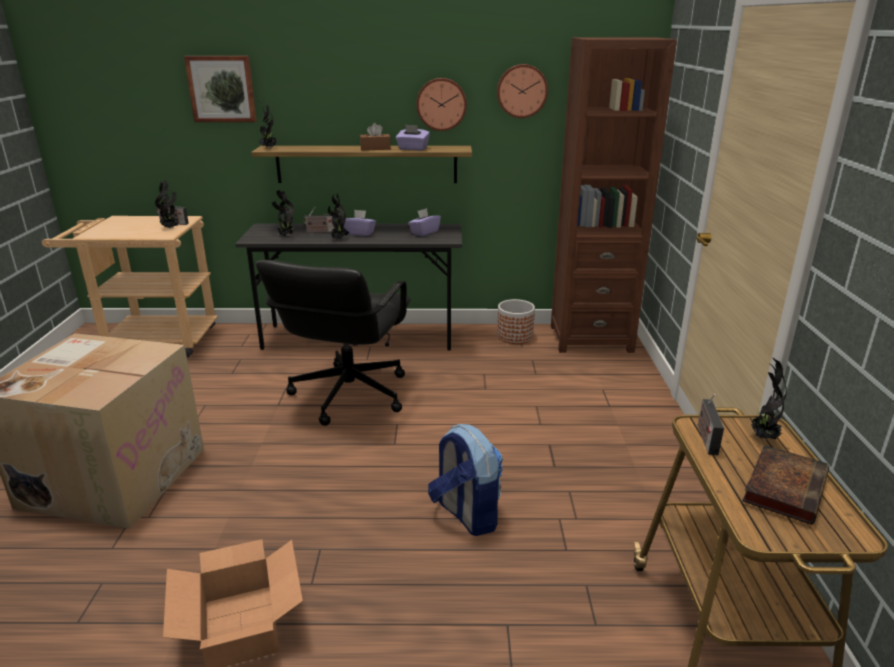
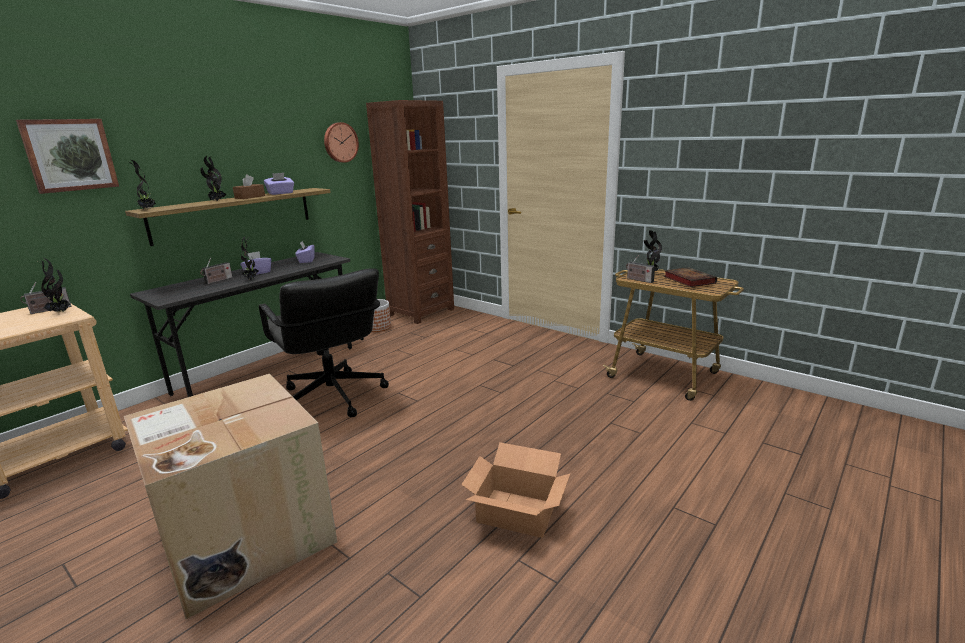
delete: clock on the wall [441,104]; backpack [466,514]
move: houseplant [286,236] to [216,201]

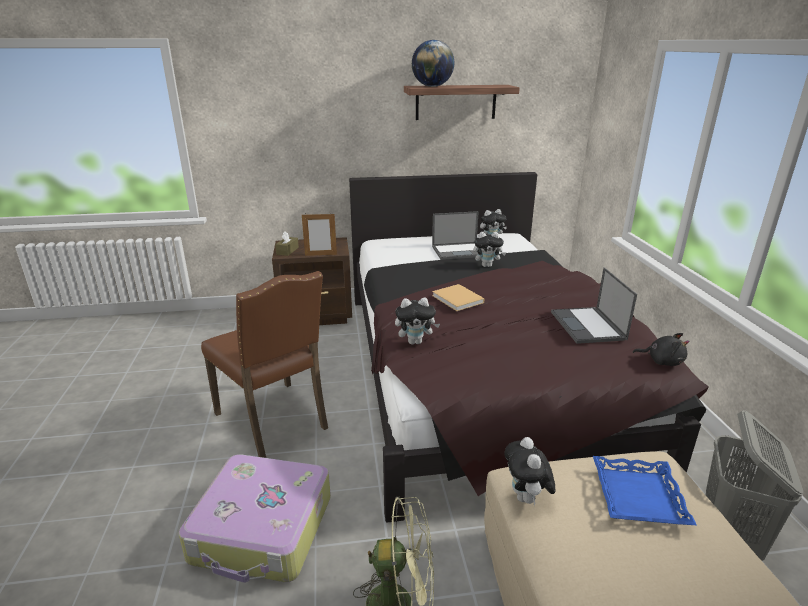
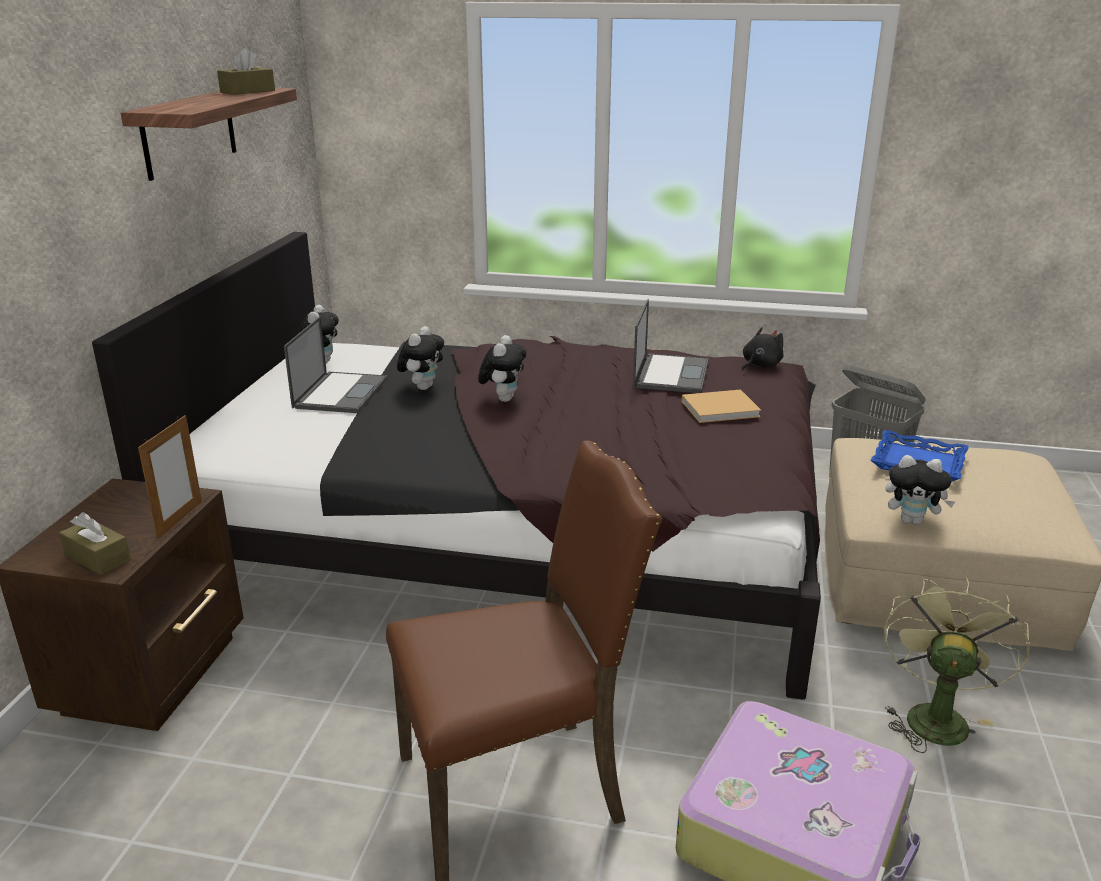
delete: globe [432,86]
insert: box of tissues (brownish) [247,91]
move: cuddly toy [415,342] to [503,398]; bound book (beige) [458,299] to [722,409]
rotate: portable computer [588,326] = [671,374] 90 degrees counterclockwise

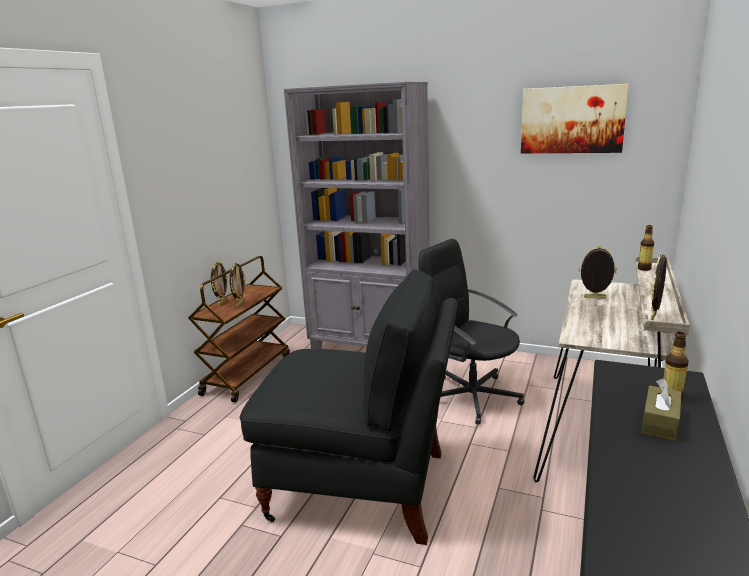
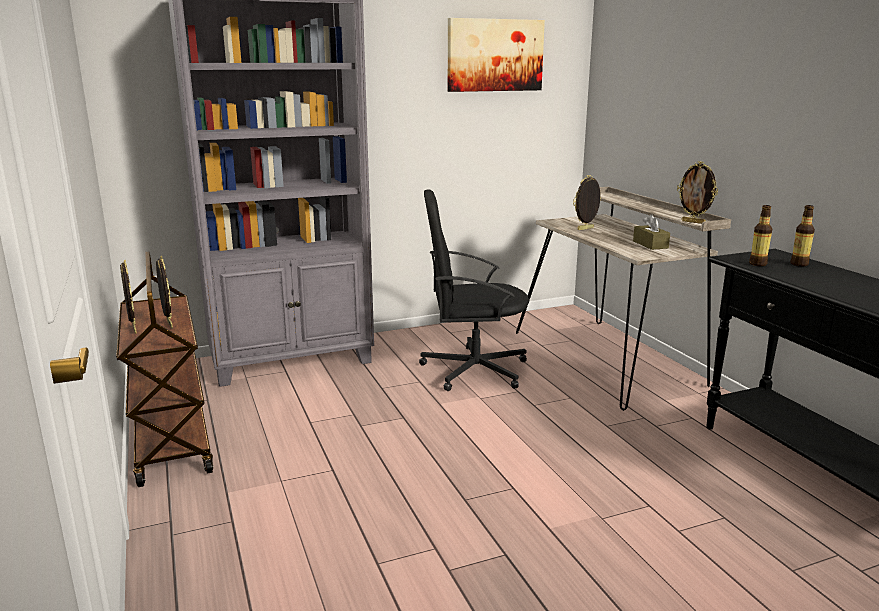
delete: chair (black-coloured) [362,486]
move: beverage bottle [644,269] to [757,264]; box of tissues (brownish) [660,422] to [650,244]
rotate: standing frame [654,317] = [693,222] 45 degrees counterclockwise

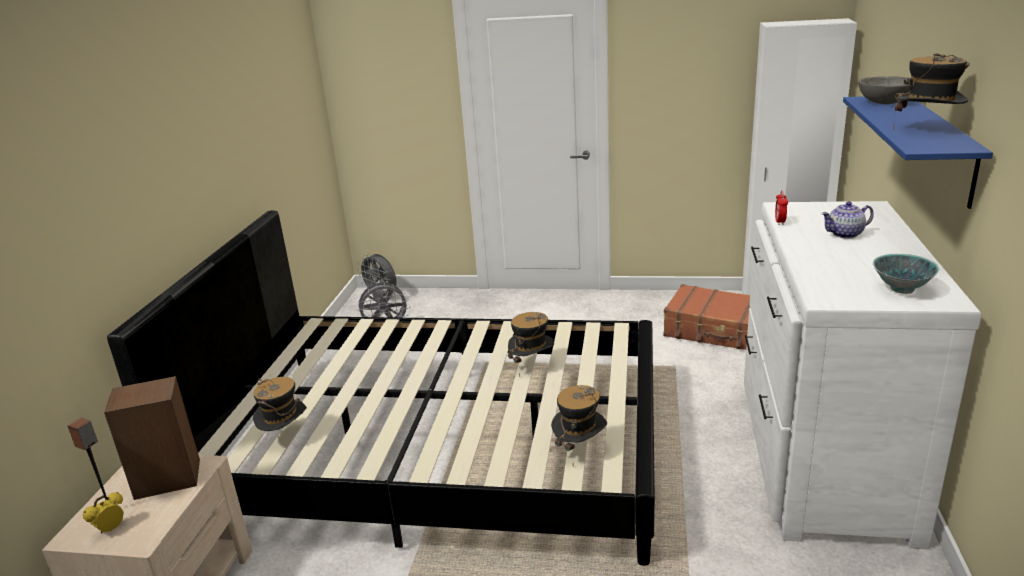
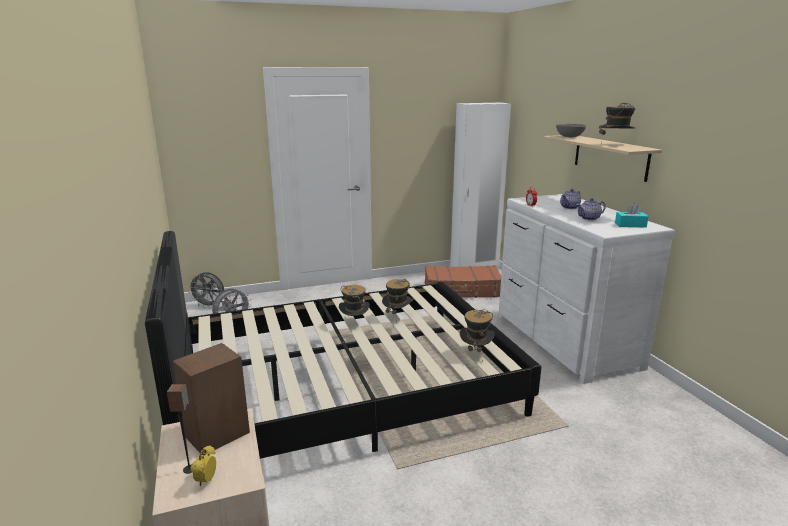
insert: teapot [589,218]
move: clothing hat [285,437] to [354,323]
replace: serving bowl [901,289] to box of tissues (turquoise-coloured) [630,225]
recolor: wall shelf (blue) [940,148] to wall shelf (beige) [610,157]

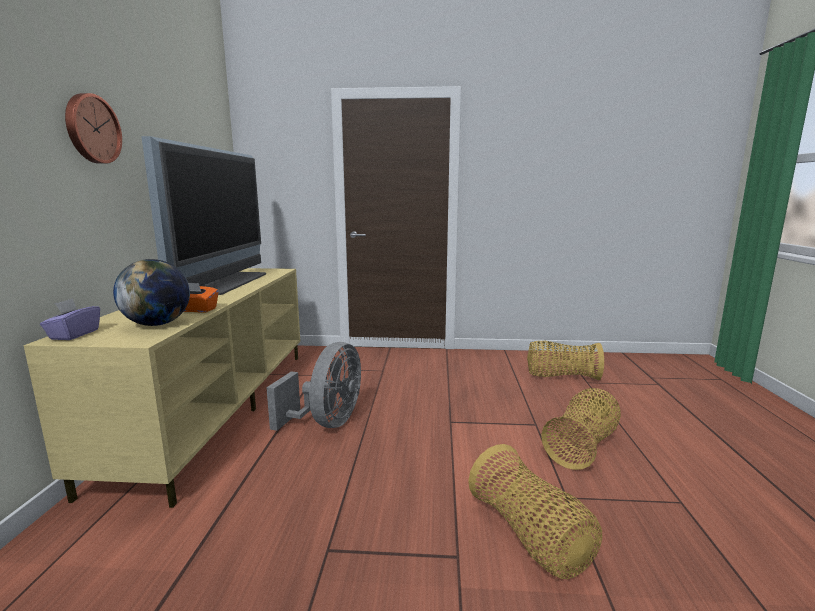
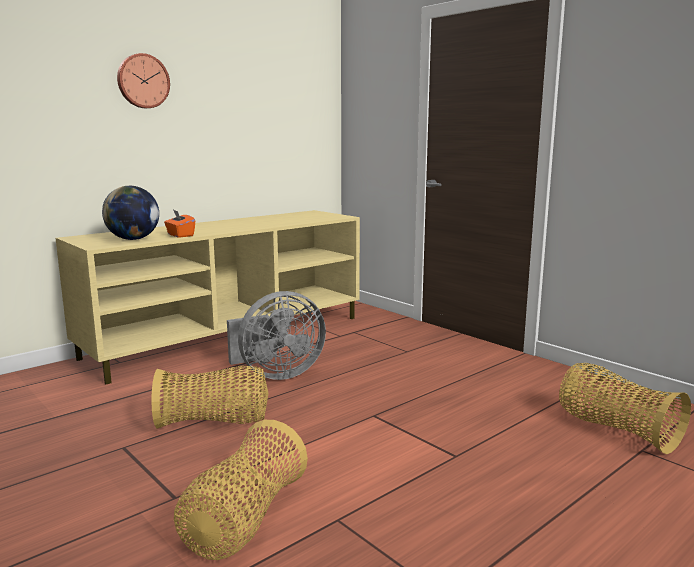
delete: box of tissues (purple) [74,334]; TV [225,283]
move: basket [582,446] to [214,422]

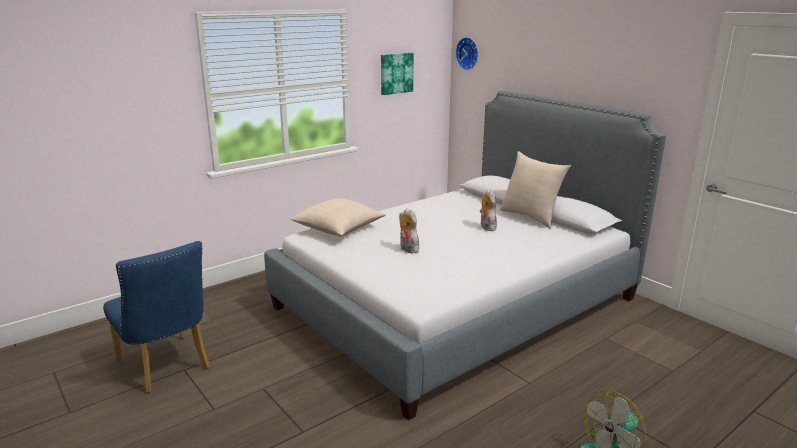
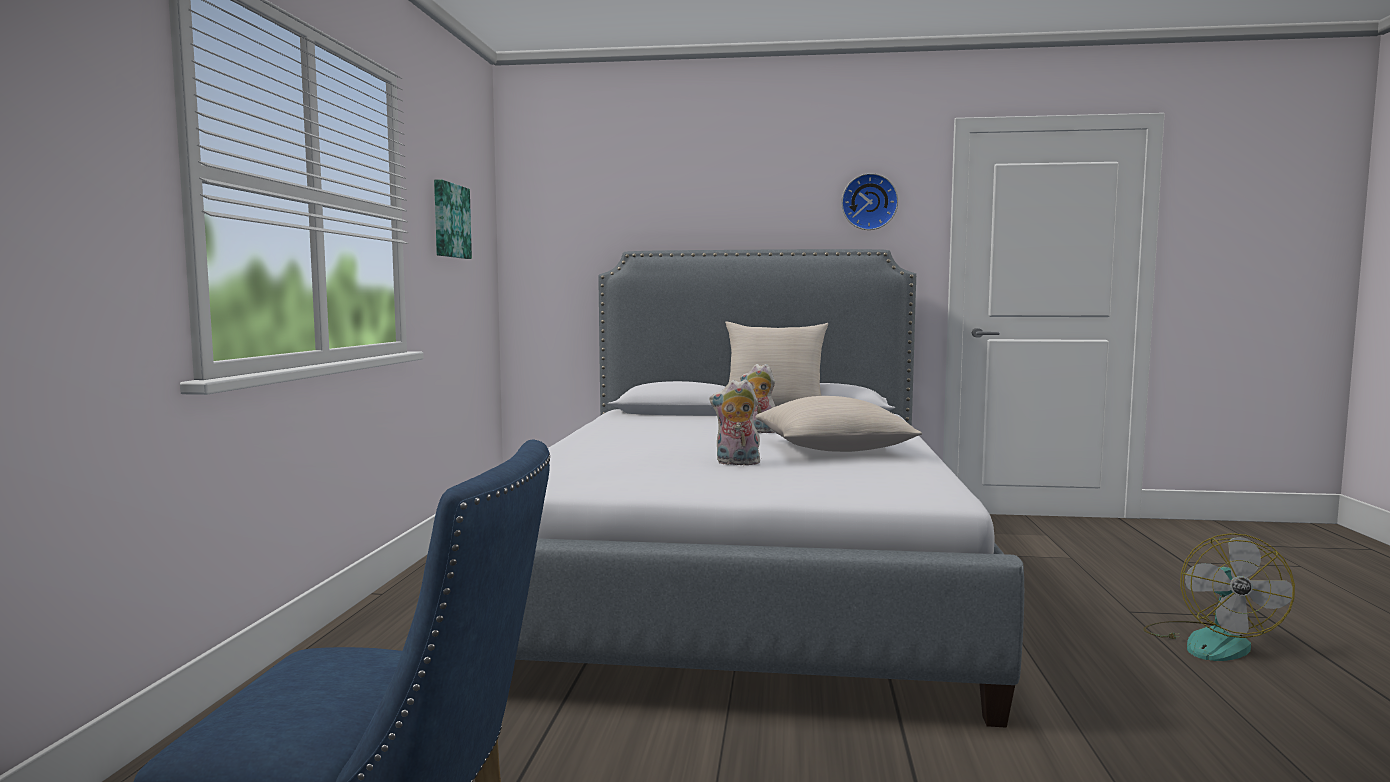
move: pillow (beige) [338,229] to [832,449]; clock on the wall [468,53] to [869,202]

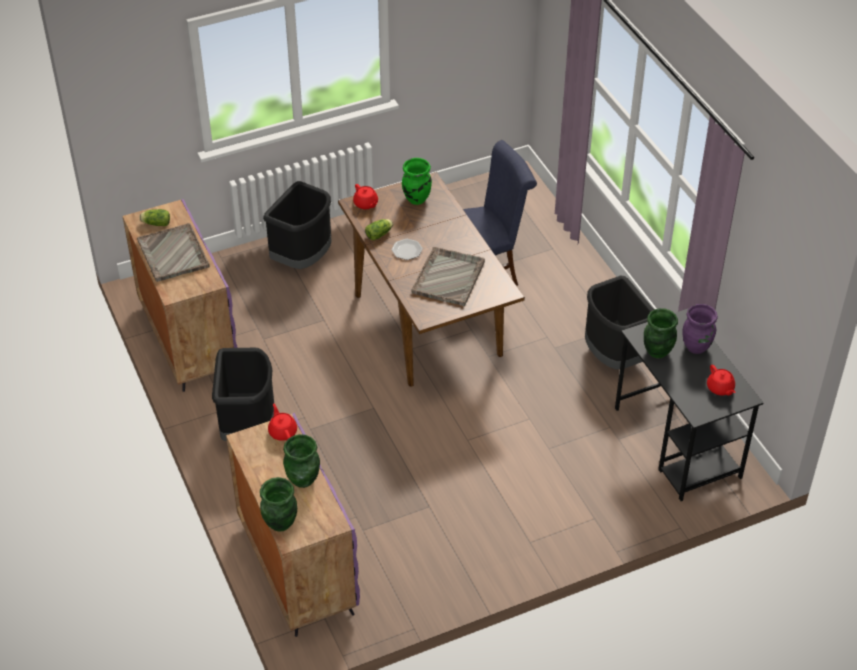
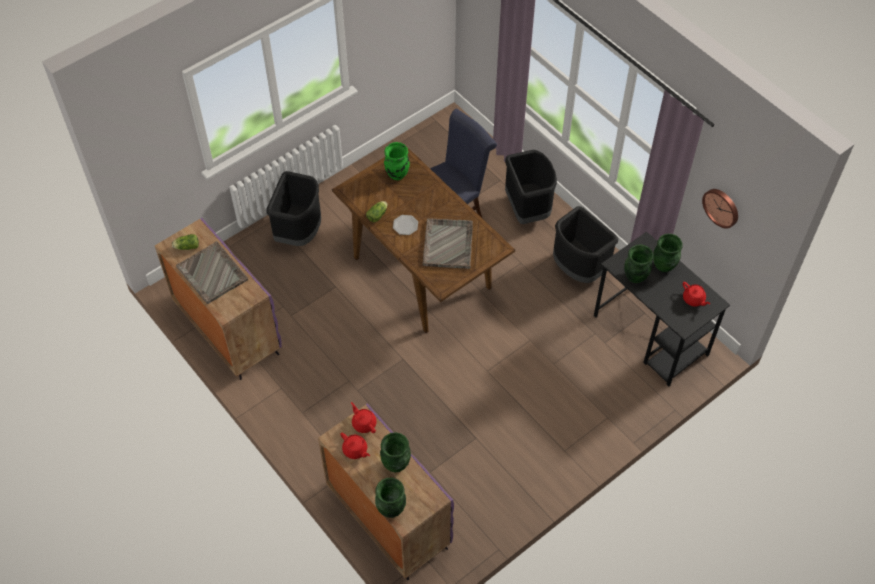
insert: clock on the wall [721,207]
move: waste bin (black-coloured) [248,426] to [527,209]; teapot (red) [366,204] to [355,450]
recolor: flower vase (purple) [696,347] to flower vase (greenish) [664,265]

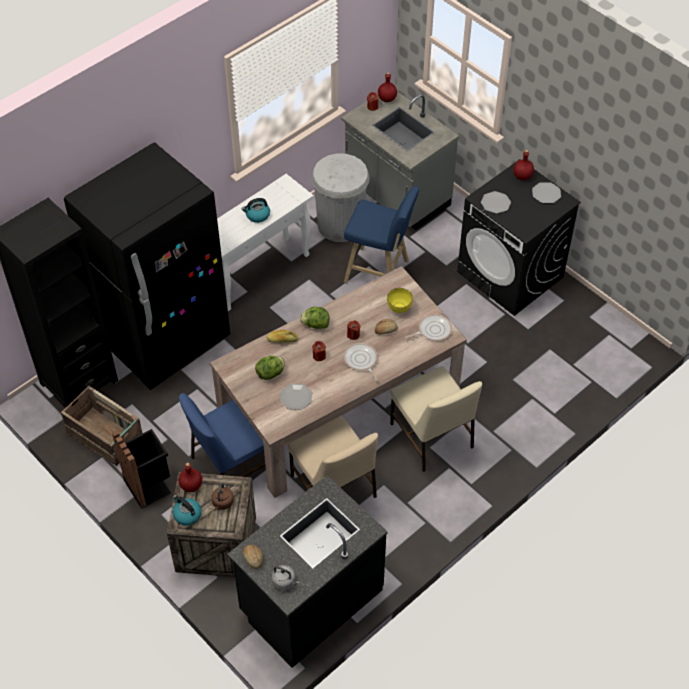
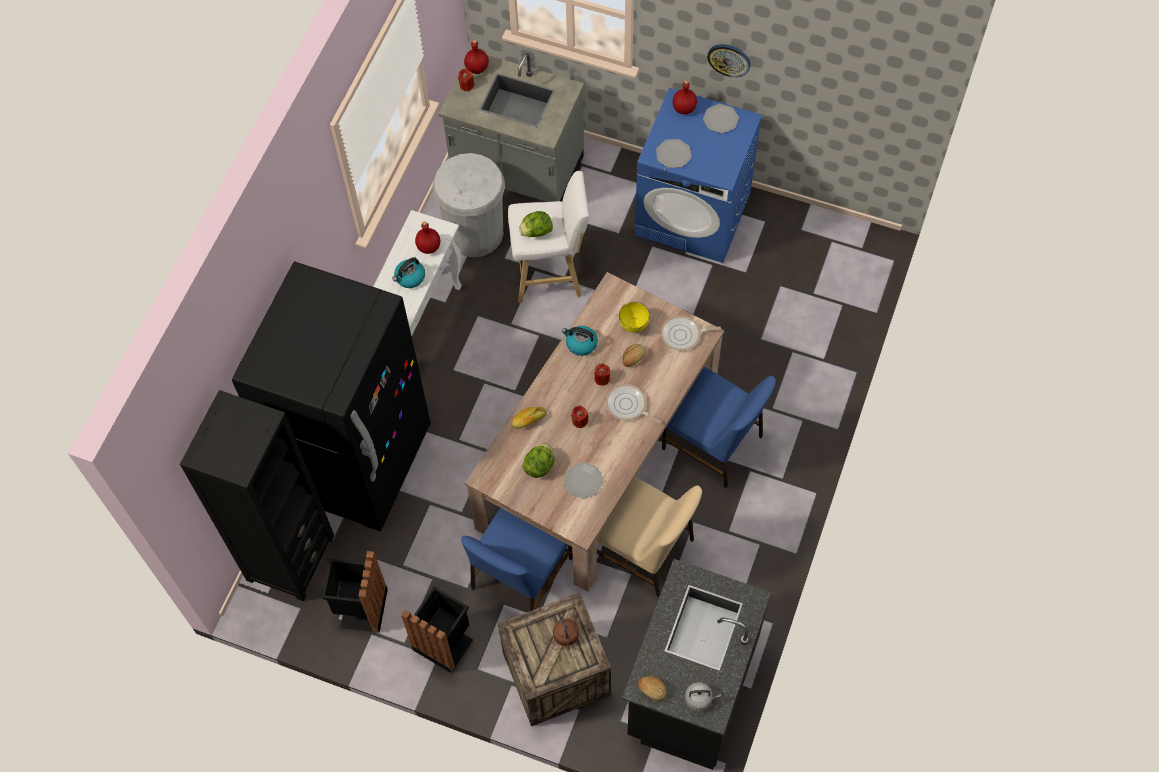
insert: clock on the wall [729,59]
move: tea kettle [187,514] to [581,344]; beverage bottle (red) [191,485] to [429,246]; lettuce head [315,325] to [536,231]
replace: crate [105,436] to waste bin (black-coloured) [361,608]
recolor: sitting stool (blue) [379,272] to sitting stool (whitish) [551,273]; chair (beige) [431,437] to chair (blue) [713,444]; washing machine (black-coloured) [511,274] to washing machine (blue) [693,214]
rotate: pan [432,330] = [683,335] 135 degrees counterclockwise

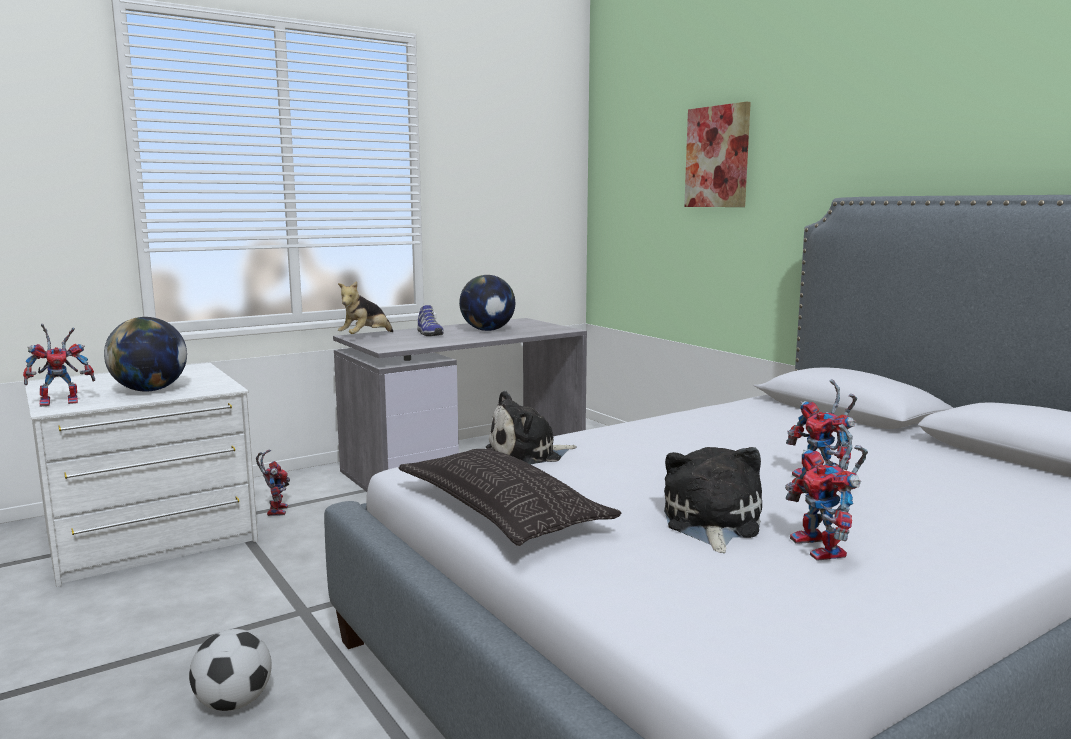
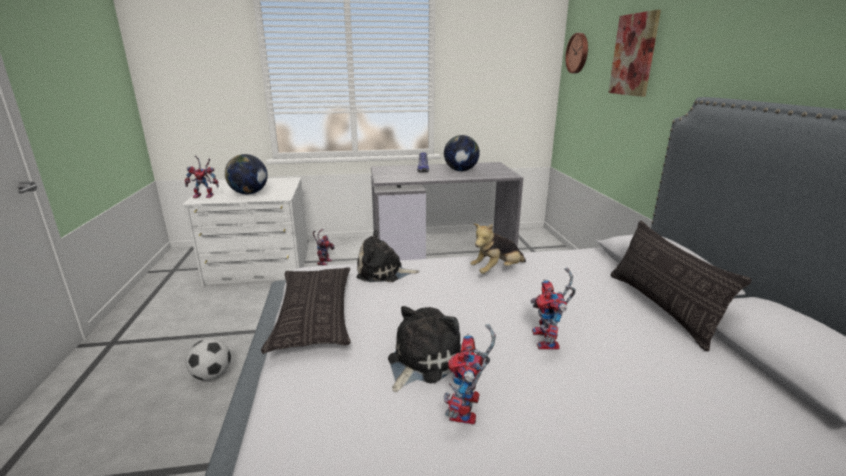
insert: clock on the wall [578,53]; pillow [660,307]
move: cuddly toy [366,337] to [497,271]

